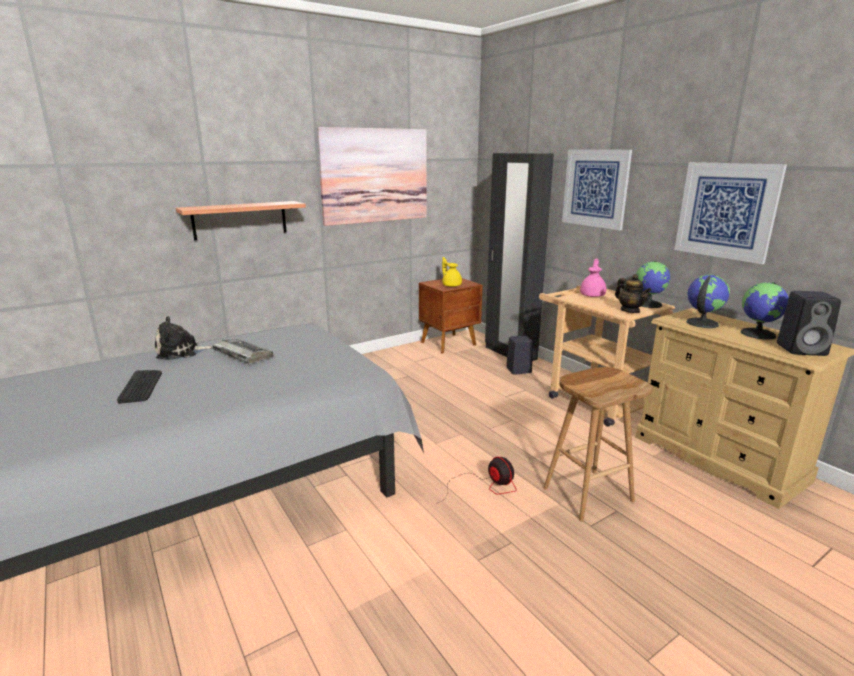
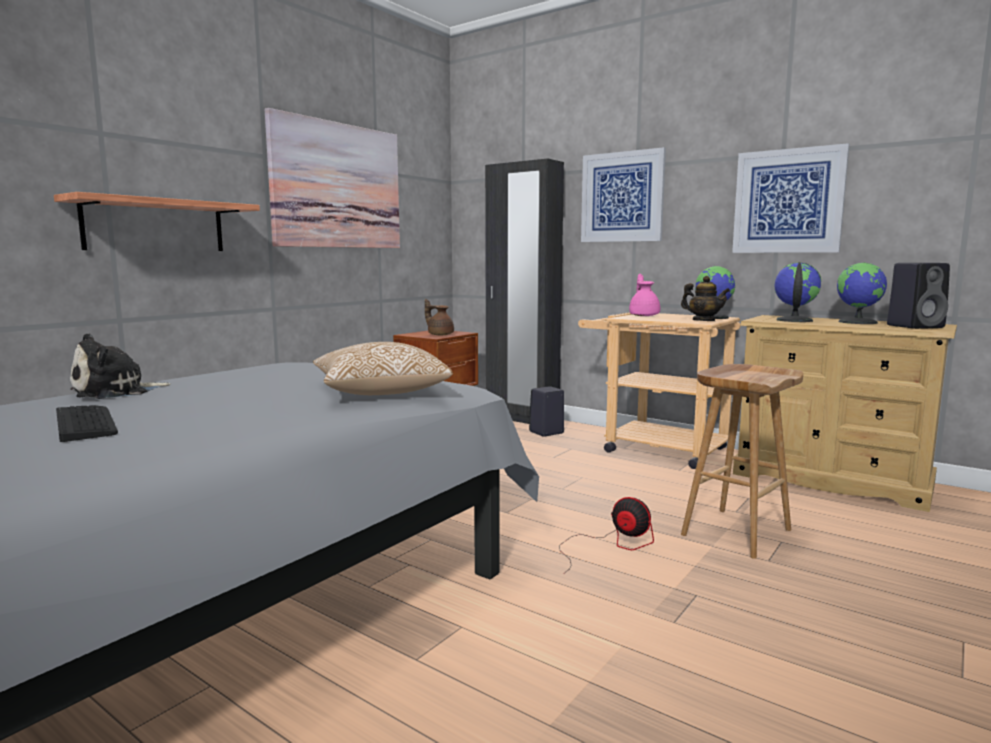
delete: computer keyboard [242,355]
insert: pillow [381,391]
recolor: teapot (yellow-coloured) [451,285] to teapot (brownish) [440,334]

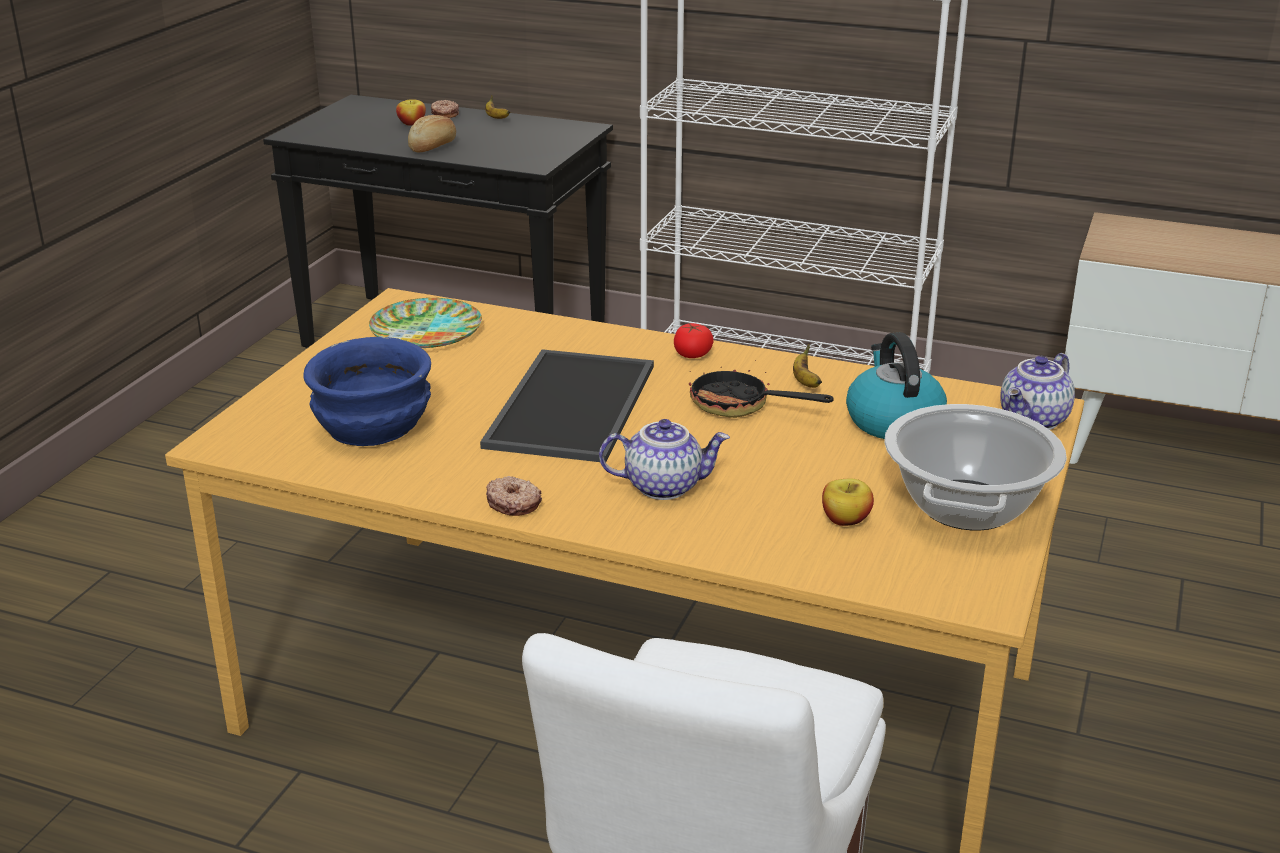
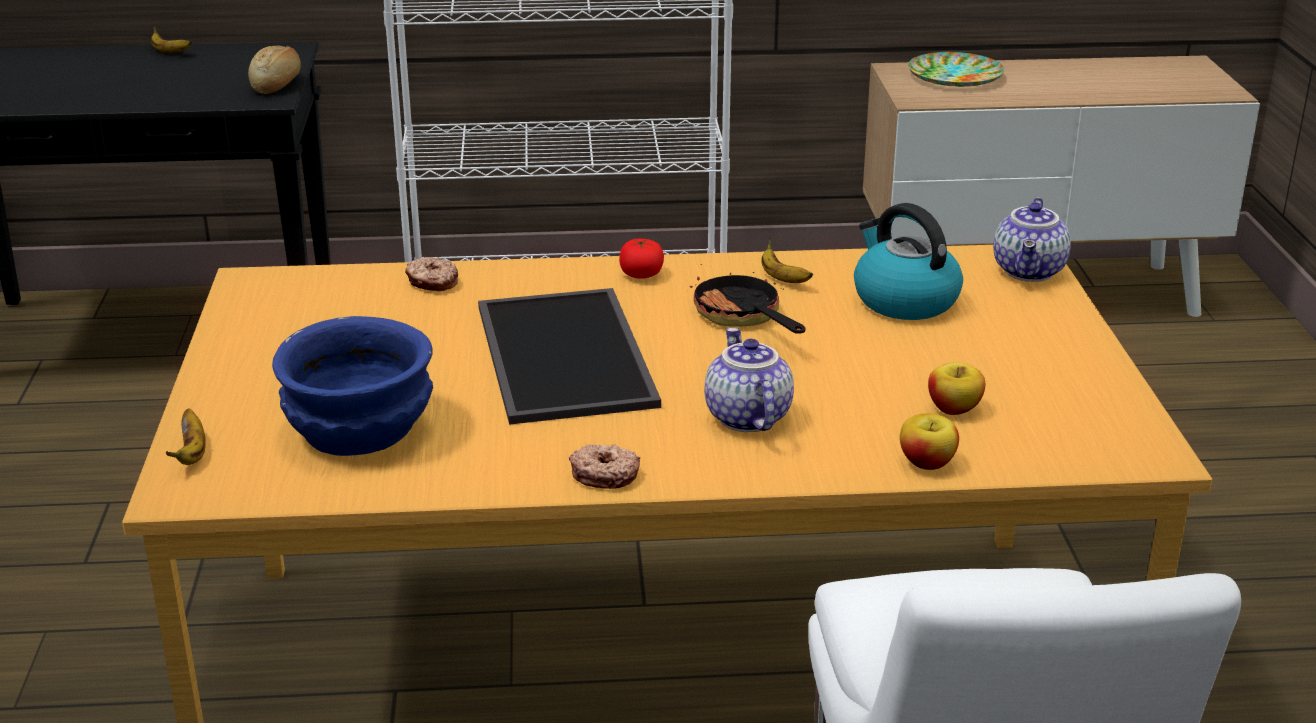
delete: cooking pot [966,505]
insert: banana [192,453]
move: plate [425,331] to [954,76]; whole apple [412,123] to [927,462]; bakery bread [434,146] to [277,84]; donut [444,114] to [432,282]
rotate: teapot [664,486] = [745,417] 75 degrees counterclockwise; pan [740,406] = [743,318] 60 degrees clockwise

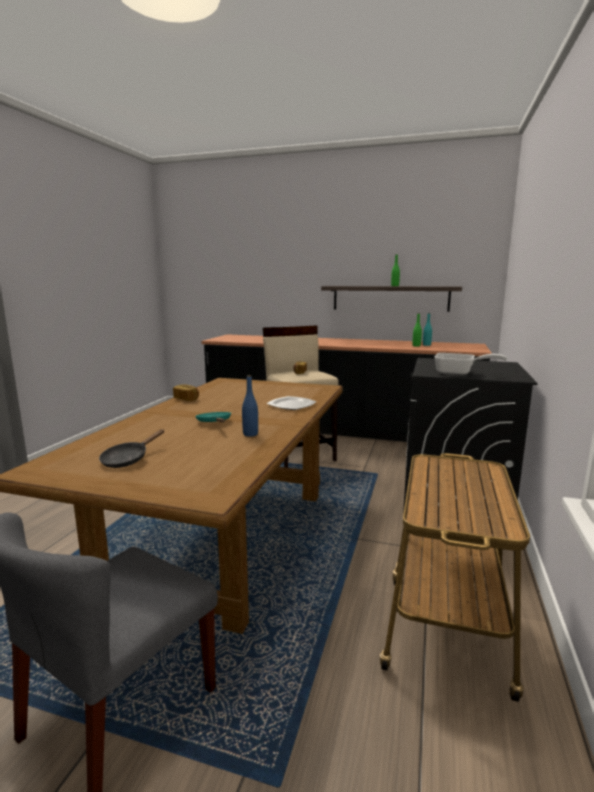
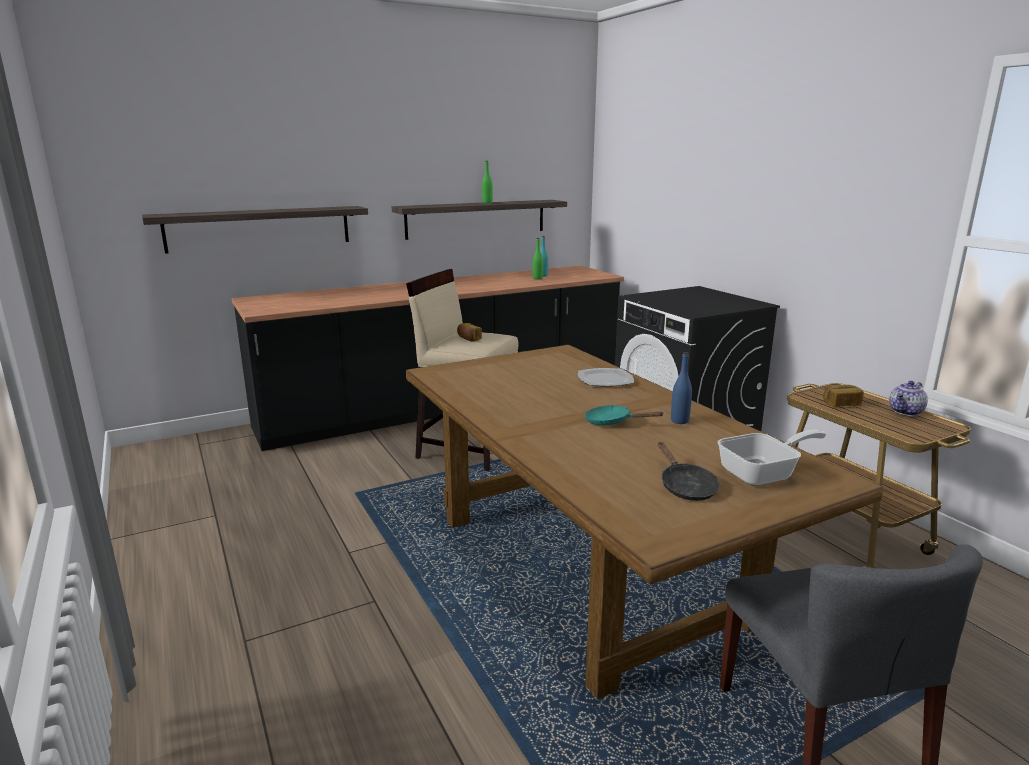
insert: wall shelf [259,228]; teapot [906,412]
move: bakery bread [186,399] to [841,404]; pan [459,373] to [764,474]

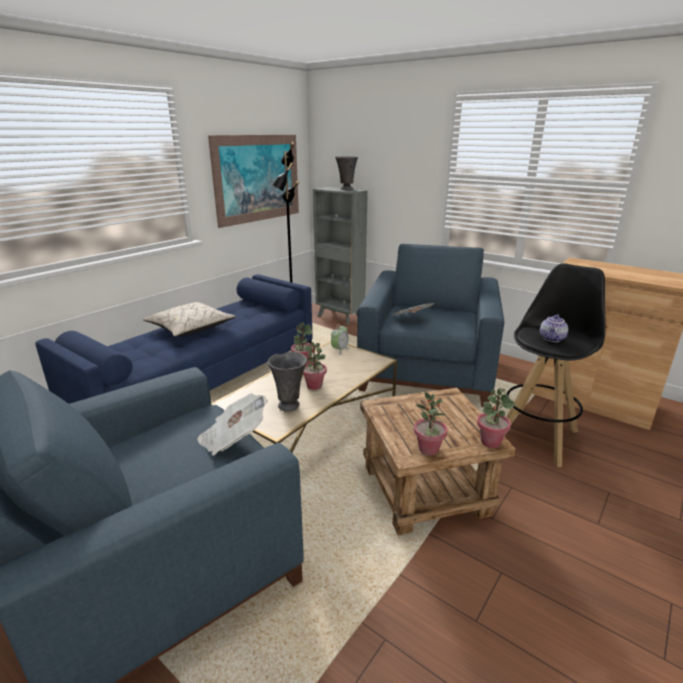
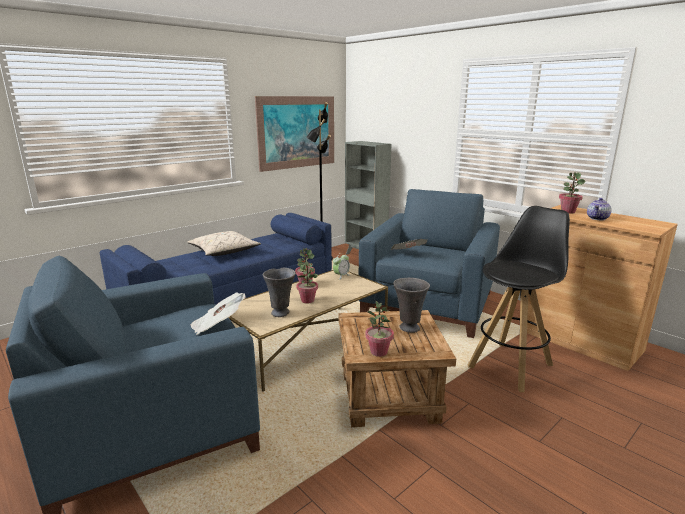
move: flower vase (greyish) [346,189] to [408,328]; houseplant [490,442] to [568,211]; teapot [552,339] to [598,218]

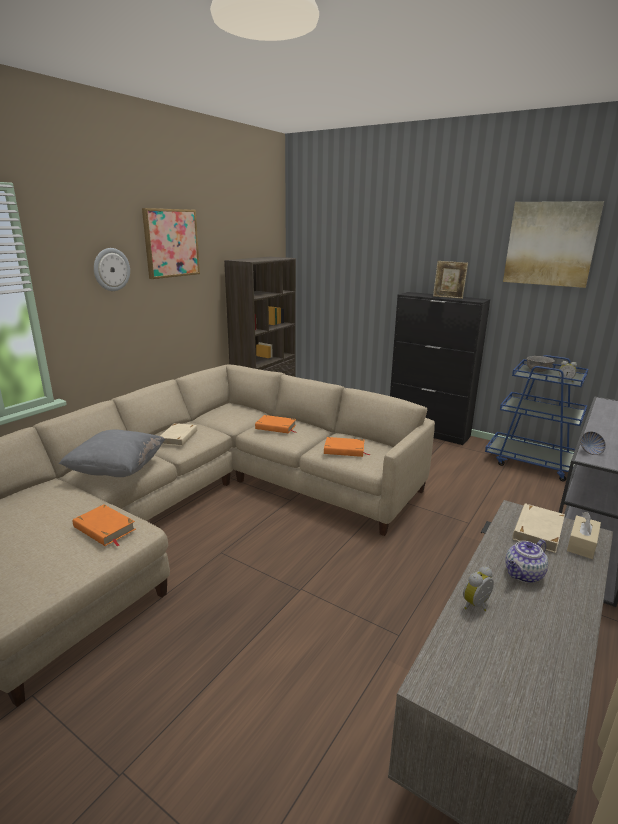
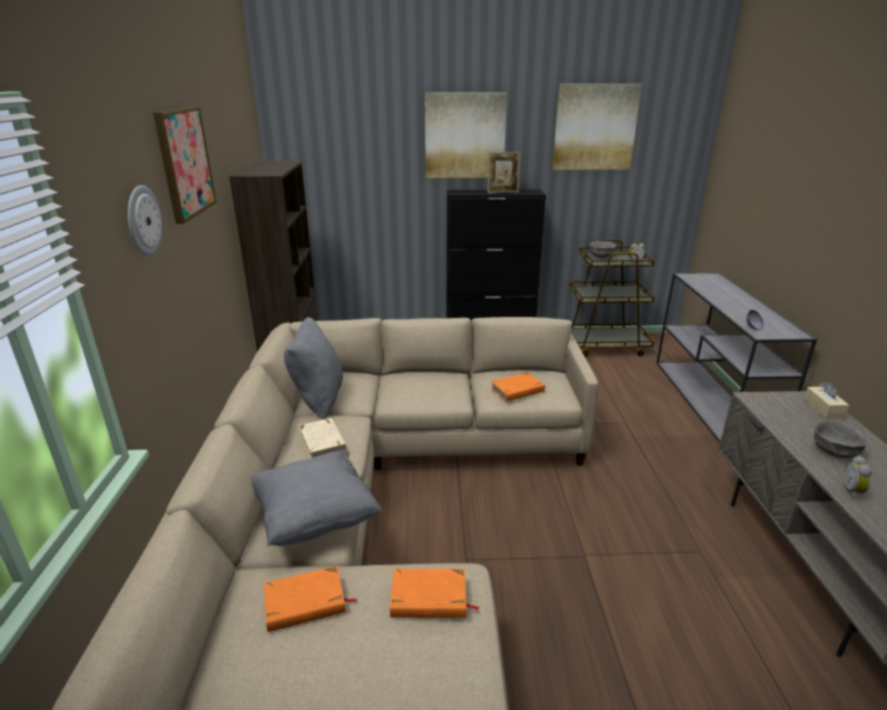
delete: bound book (beige) [537,531]
insert: pillow (greyish) [318,399]; wall art [464,135]
move: bound book (orange) [276,427] to [305,603]
replace: teapot [523,575] to serving bowl (greyish) [835,451]
recolor: trolley (blue) [532,463] to trolley (brownish) [603,346]

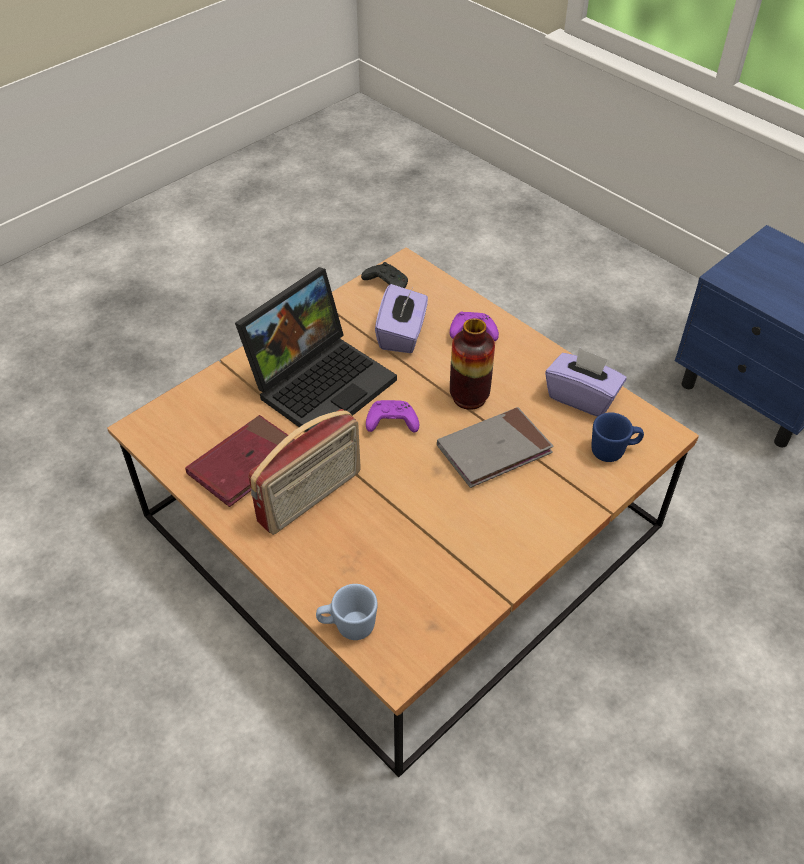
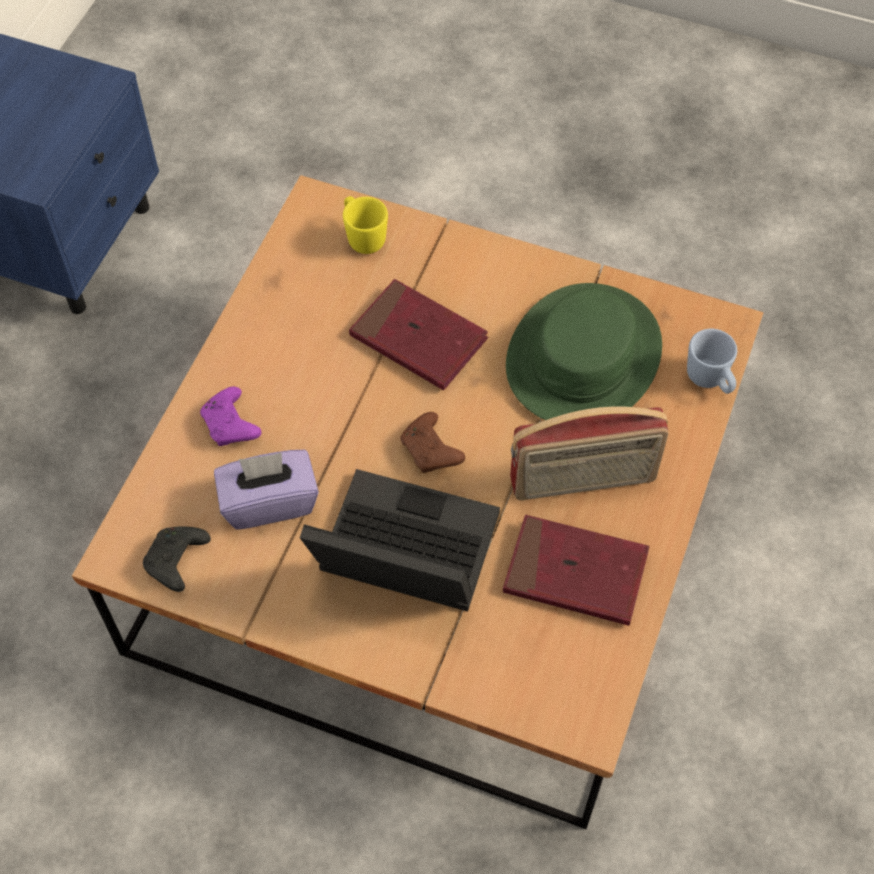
delete: flower vase [469,397]; box of tissues (purple) [582,397]
insert: clothing hat (greenish) [584,357]
recolor: joypad (purple) [390,423] to joypad (brownish) [431,451]; bound book (greyish) [494,450] to bound book (red) [418,338]; tea mug (blue) [613,451] to tea mug (yellow-coloured) [363,237]
rotate: radio set [311,498] = [583,481] 150 degrees clockwise

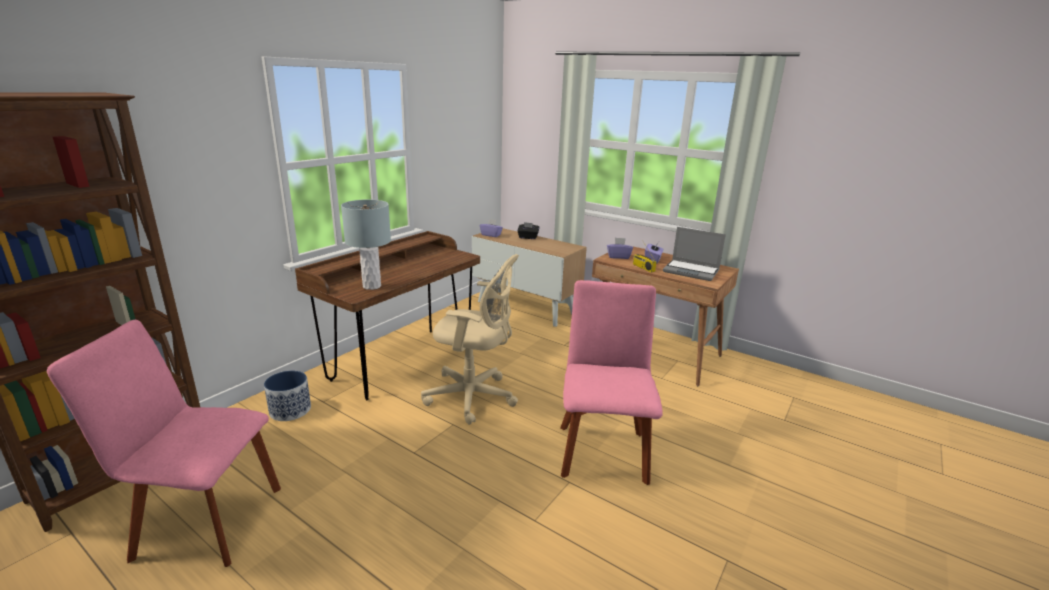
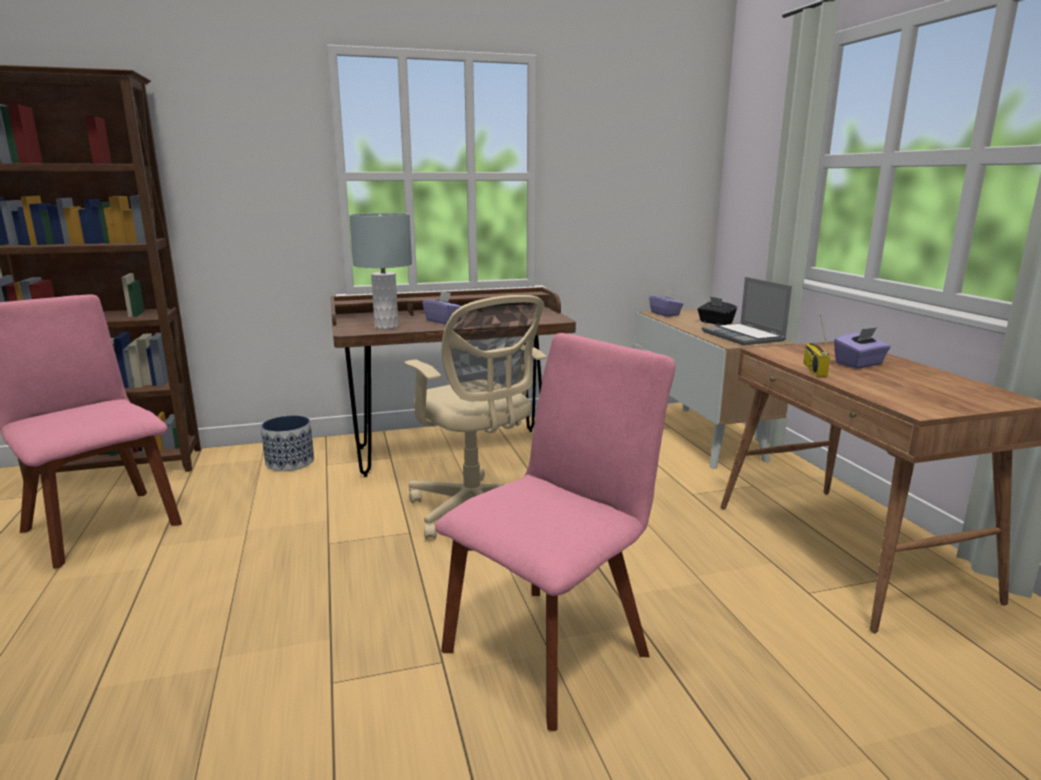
move: box of tissues (purple) [618,256] to [443,321]; portable computer [691,271] to [744,336]

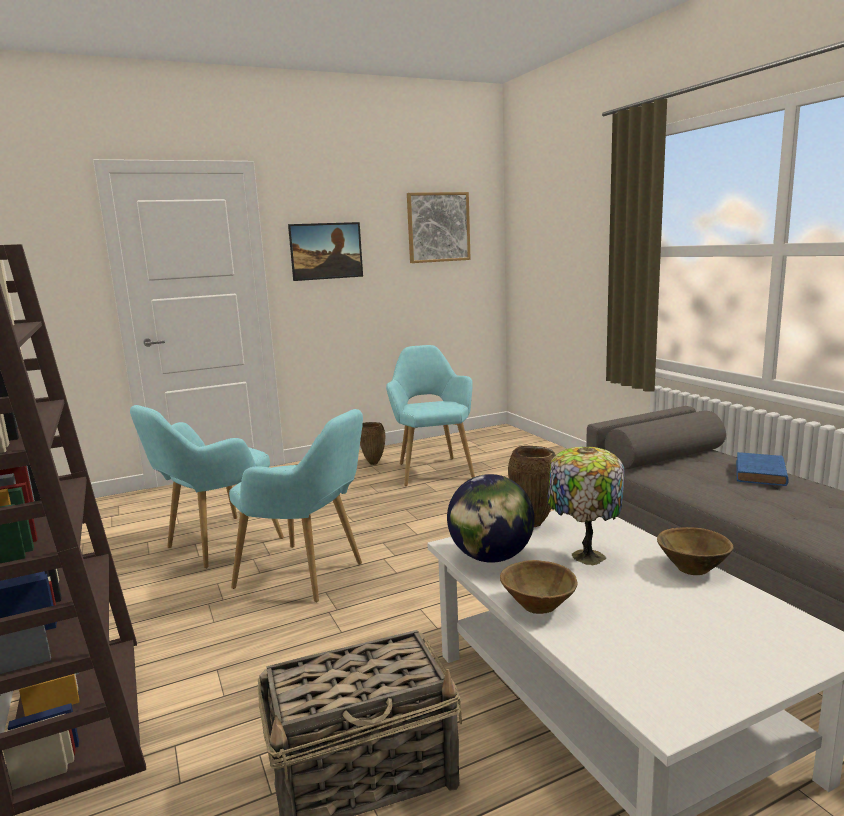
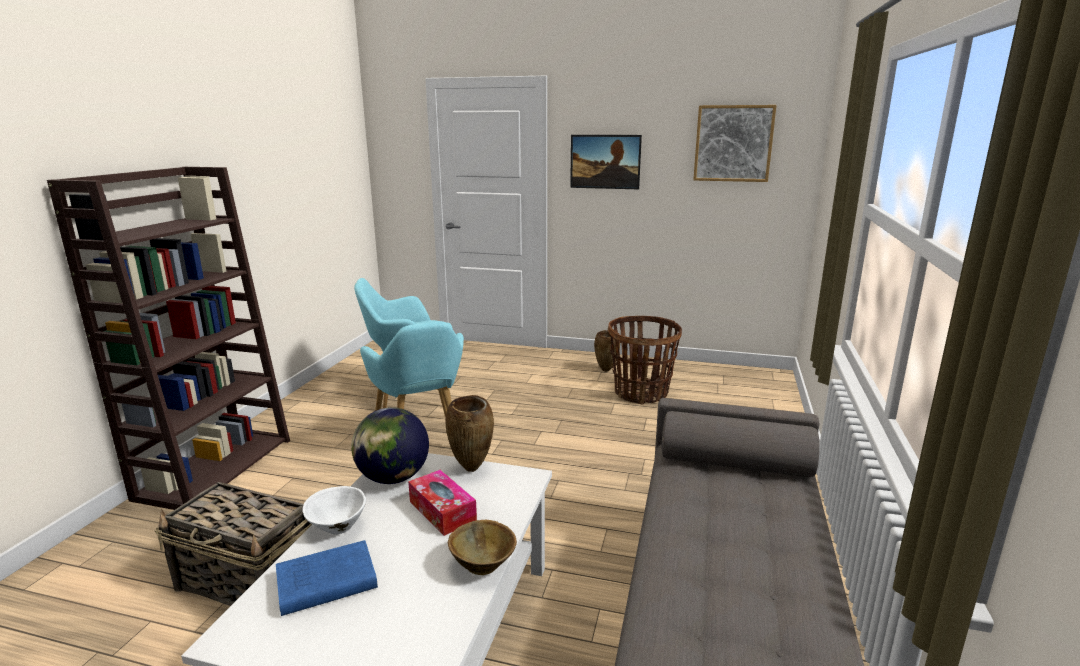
move: bound book (blue) [760,474] to [324,583]
replace: easy chair (turquoise-coloured) [432,469] to basket [641,393]; table lamp [585,556] to box of tissues [442,511]
recolor: serving bowl (brownish) [537,606] to serving bowl (whitish) [337,526]

